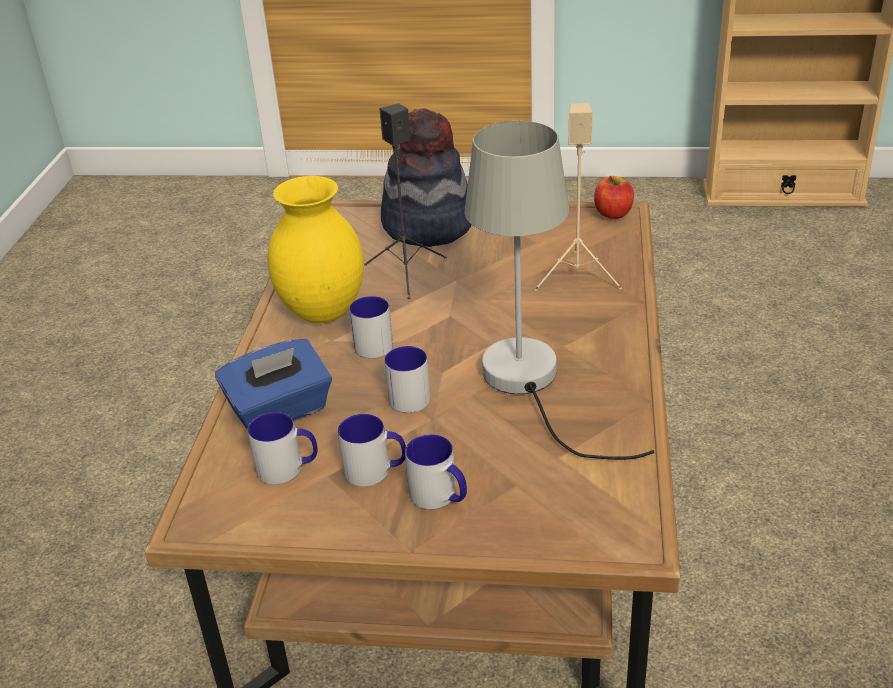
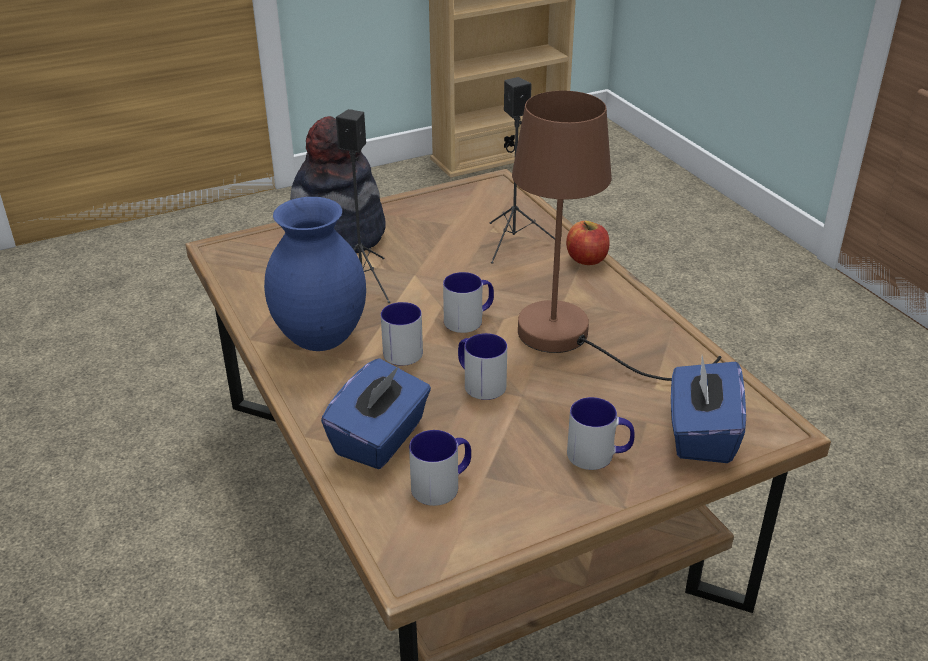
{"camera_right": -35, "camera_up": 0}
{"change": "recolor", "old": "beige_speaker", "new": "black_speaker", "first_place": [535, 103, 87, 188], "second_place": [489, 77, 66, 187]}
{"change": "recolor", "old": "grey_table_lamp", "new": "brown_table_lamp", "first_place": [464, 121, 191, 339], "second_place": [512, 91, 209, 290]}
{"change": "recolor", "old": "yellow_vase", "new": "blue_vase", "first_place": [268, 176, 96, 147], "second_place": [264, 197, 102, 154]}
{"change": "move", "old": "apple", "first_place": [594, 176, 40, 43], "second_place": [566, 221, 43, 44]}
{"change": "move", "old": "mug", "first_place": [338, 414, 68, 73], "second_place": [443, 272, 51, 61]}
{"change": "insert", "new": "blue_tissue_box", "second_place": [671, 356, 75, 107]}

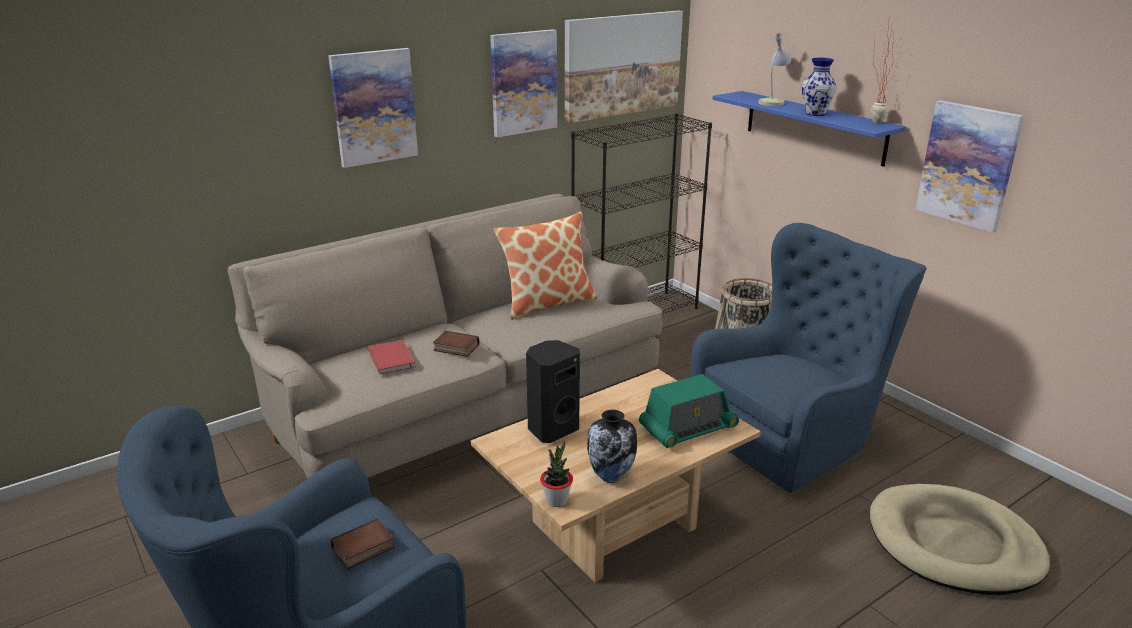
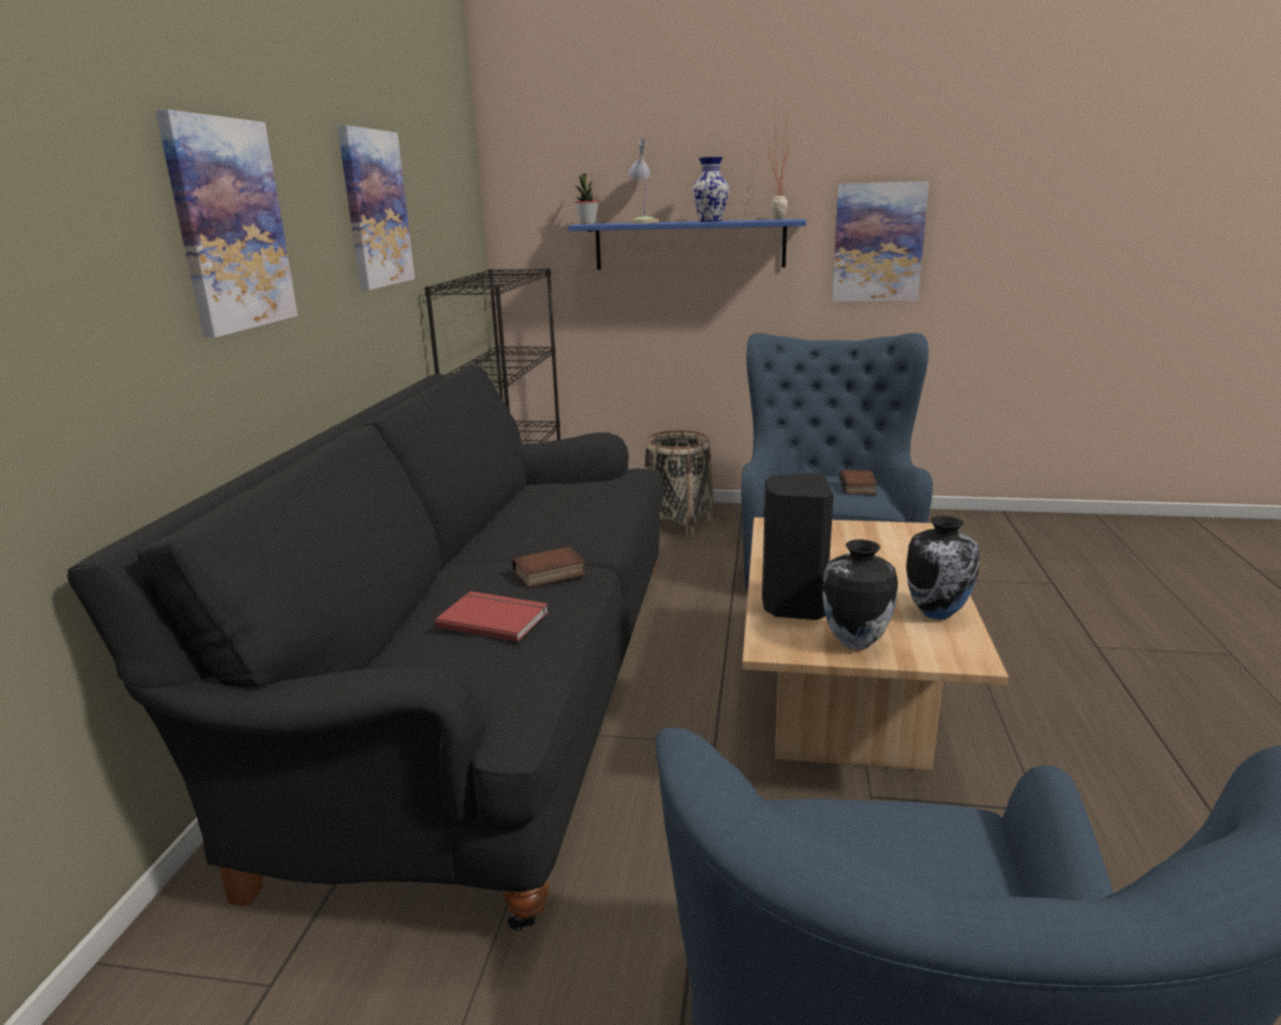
{"camera_right": -45, "camera_up": -5}
{"change": "delete", "old": "picture", "first_place": [565, 10, 118, 113]}
{"change": "recolor", "old": "beige_sofa", "new": "black_sofa", "first_place": [228, 194, 434, 284], "second_place": [67, 366, 596, 565]}
{"change": "delete", "old": "pillow", "first_place": [494, 211, 103, 109]}
{"change": "delete", "old": "radio", "first_place": [639, 374, 100, 74]}
{"change": "move", "old": "potted_plant", "first_place": [540, 441, 33, 66], "second_place": [574, 173, 25, 51]}
{"change": "delete", "old": "beige_dog_bed", "first_place": [870, 484, 180, 111]}
{"change": "move", "old": "book", "first_place": [331, 519, 64, 50], "second_place": [839, 470, 38, 25]}
{"change": "insert", "new": "vase", "second_place": [822, 539, 76, 111]}

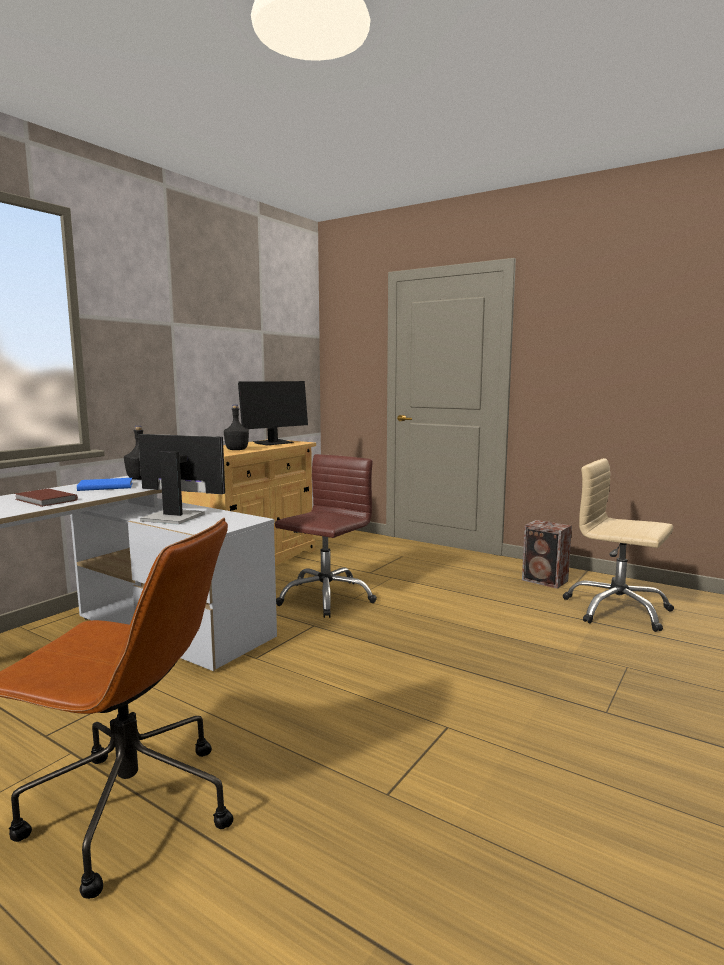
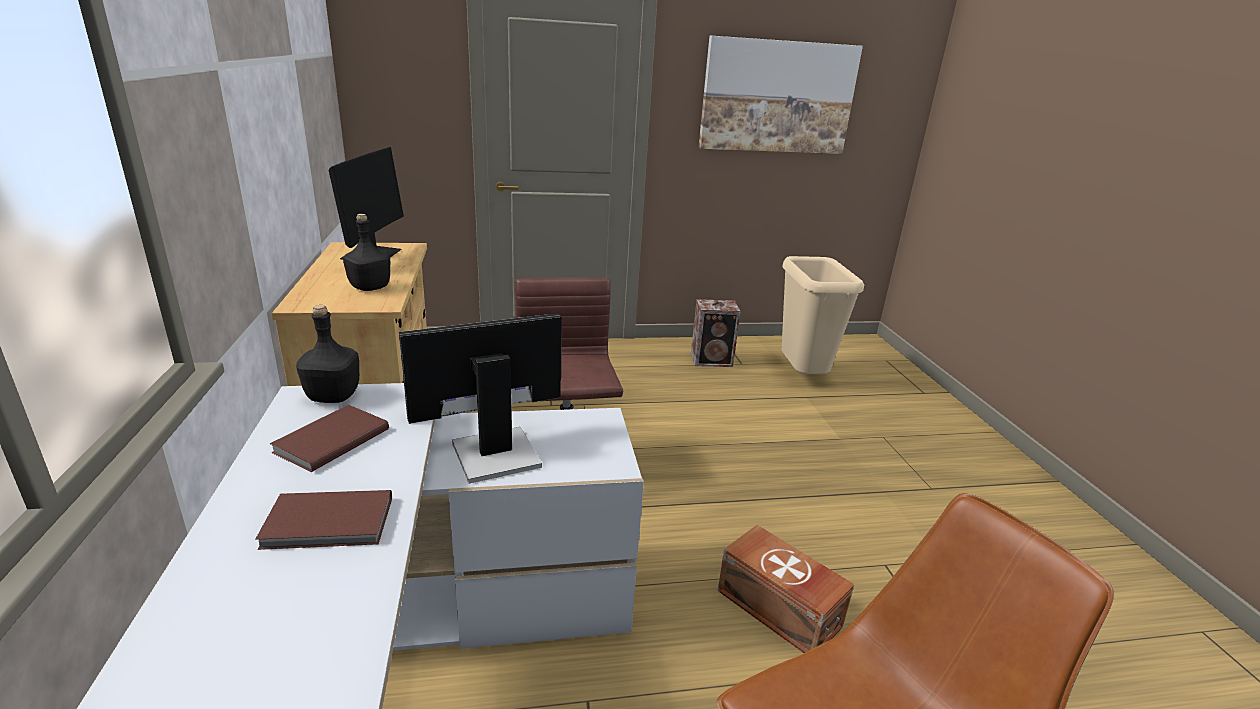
{"camera_right": -45, "camera_up": 15}
{"change": "replace", "old": "beige_office_chair", "new": "beige_trash_can", "first_place": [563, 458, 111, 174], "second_place": [782, 256, 82, 118]}
{"change": "recolor", "old": "blue_book", "new": "brown_book", "first_place": [77, 478, 56, 13], "second_place": [270, 405, 119, 67]}
{"change": "insert", "new": "picture", "second_place": [698, 36, 165, 118]}
{"change": "insert", "new": "brown_storage_box", "second_place": [718, 525, 136, 128]}

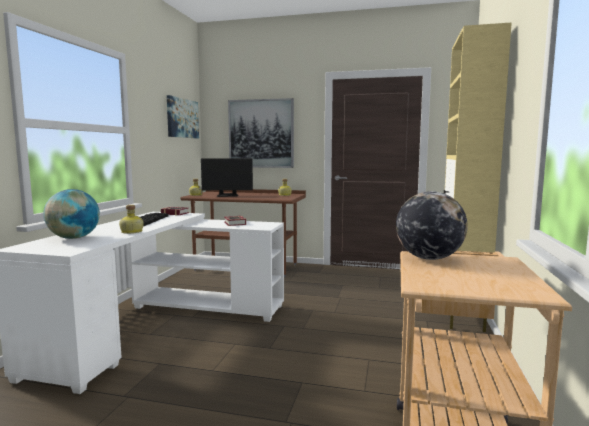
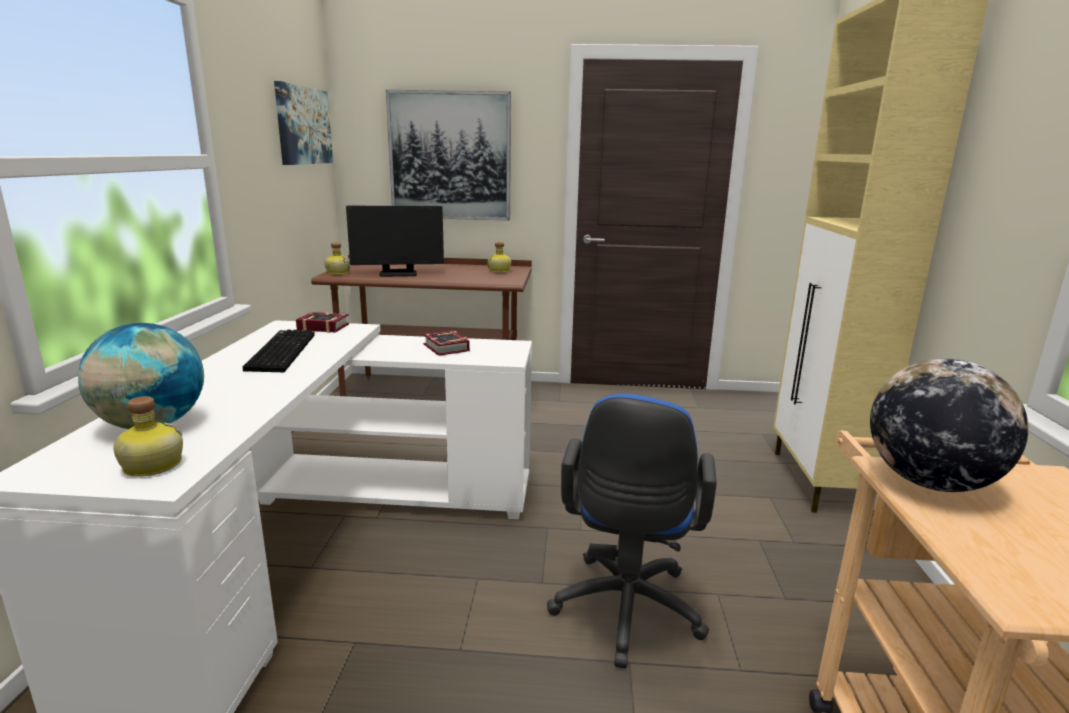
{"camera_right": -10, "camera_up": 10}
{"change": "move", "old": "bottle", "first_place": [119, 205, 25, 29], "second_place": [113, 396, 70, 81]}
{"change": "insert", "new": "blue_office_chair", "second_place": [547, 394, 170, 275]}

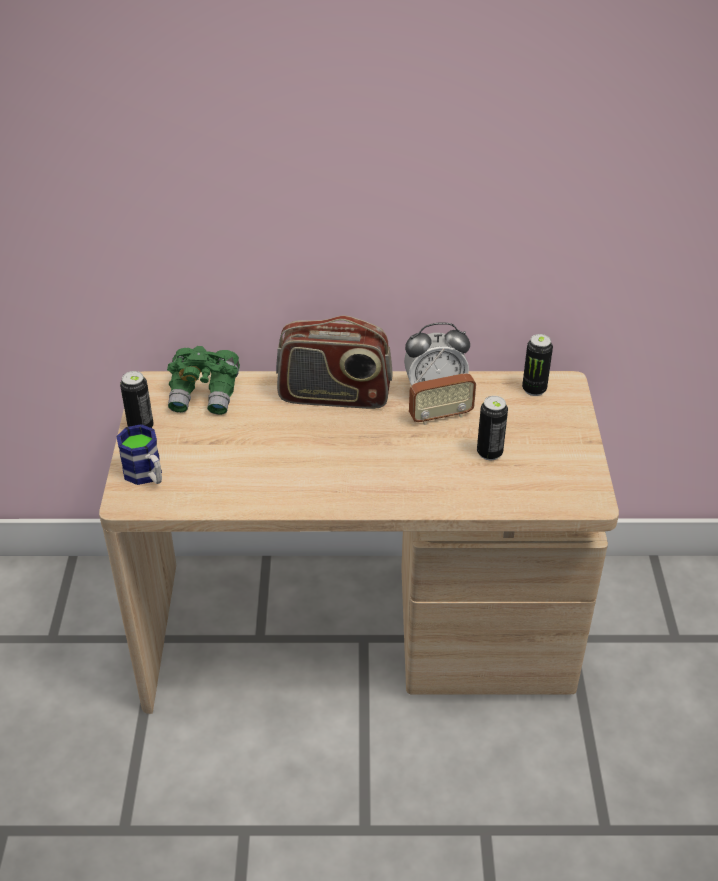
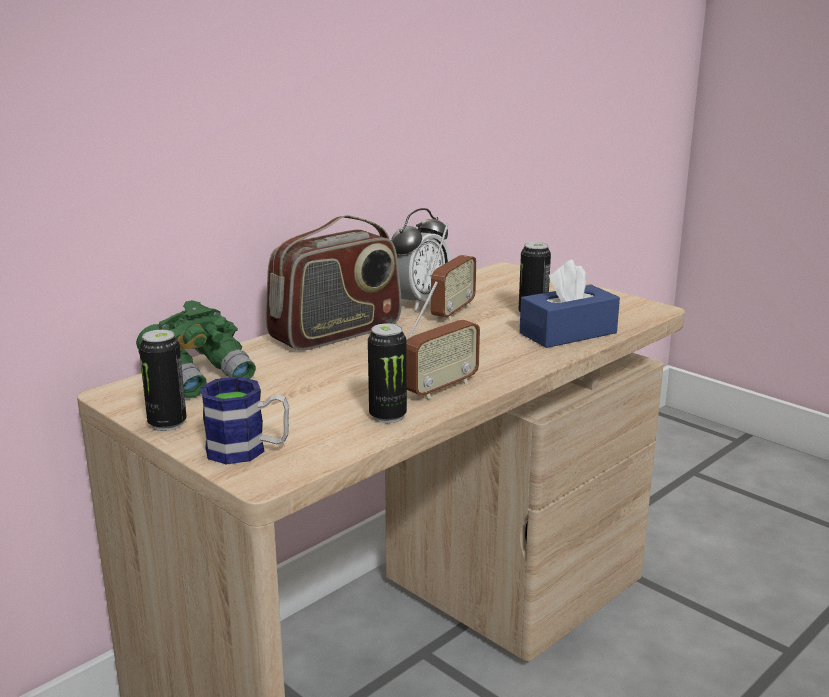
{"camera_right": -45, "camera_up": -20}
{"change": "move", "old": "can", "first_place": [522, 334, 31, 62], "second_place": [368, 323, 39, 100]}
{"change": "insert", "new": "blue_tissue_box", "second_place": [519, 260, 101, 88]}
{"change": "insert", "new": "radio", "second_place": [406, 281, 74, 119]}

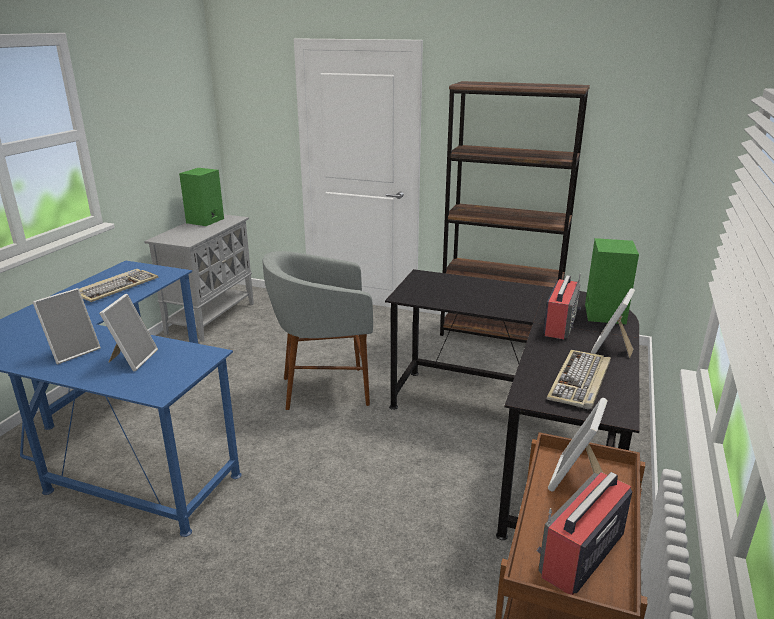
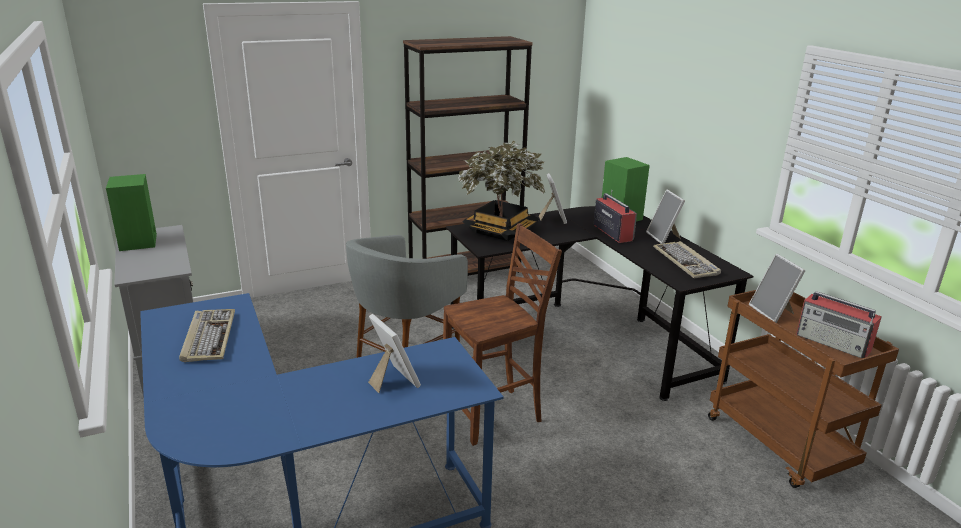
{"camera_right": -45, "camera_up": 0}
{"change": "move", "old": "picture_frame", "first_place": [33, 288, 68, 76], "second_place": [539, 173, 28, 51]}
{"change": "rotate", "old": "radio", "first_place": [537, 472, 95, 123], "second_place": [796, 291, 86, 67], "degrees": -45}
{"change": "insert", "new": "potted_plant", "second_place": [458, 141, 87, 100]}
{"change": "insert", "new": "brown_chair", "second_place": [443, 224, 119, 222]}

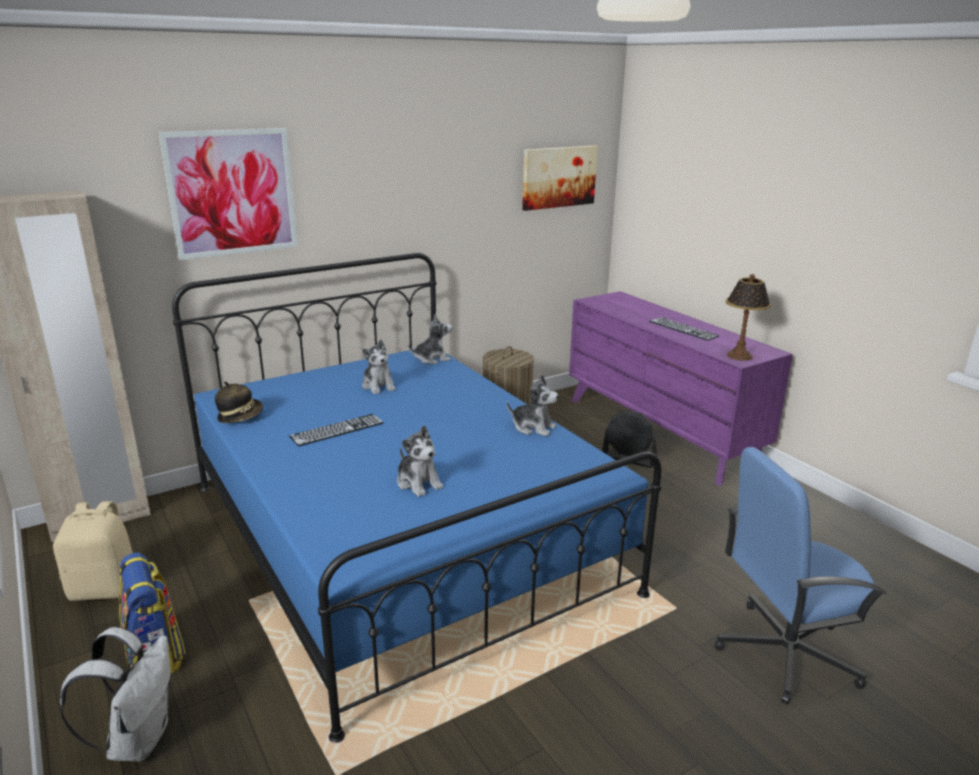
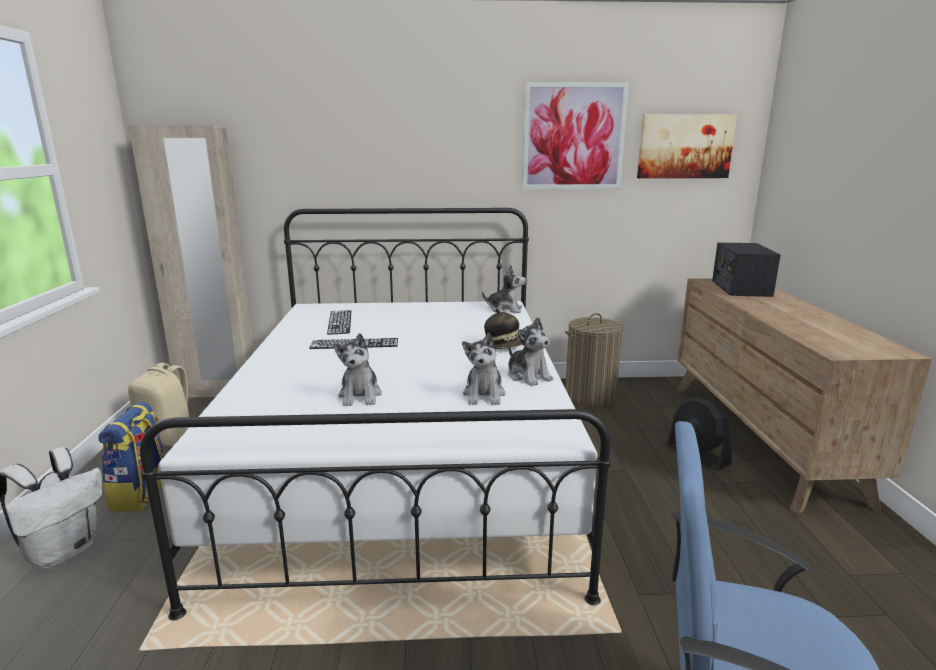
{"camera_right": 30, "camera_up": -5}
{"change": "move", "old": "picture", "first_place": [158, 128, 140, 132], "second_place": [522, 82, 107, 107]}
{"change": "recolor", "old": "blue_bed", "new": "white_bed", "first_place": [172, 253, 489, 490], "second_place": [140, 208, 471, 412]}
{"change": "delete", "old": "table_lamp", "first_place": [726, 274, 45, 87]}
{"change": "recolor", "old": "purple_dresser", "new": "brown_dresser", "first_place": [569, 291, 224, 195], "second_place": [677, 278, 255, 236]}
{"change": "move", "old": "keyboard", "first_place": [649, 317, 70, 24], "second_place": [327, 310, 24, 25]}
{"change": "move", "old": "plush_toy", "first_place": [362, 339, 34, 55], "second_place": [462, 333, 44, 72]}
{"change": "move", "old": "hat", "first_place": [215, 381, 48, 42], "second_place": [484, 309, 39, 40]}
{"change": "insert", "new": "radio", "second_place": [712, 242, 69, 55]}

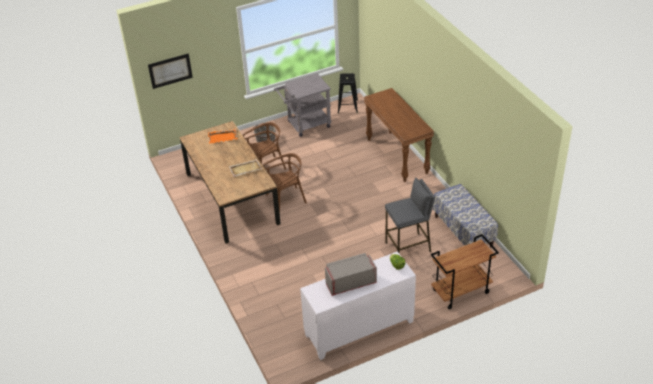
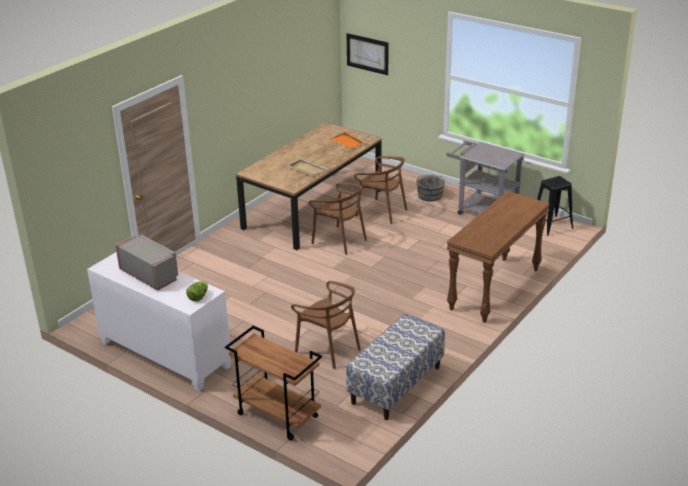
{"camera_right": 60, "camera_up": -10}
{"change": "replace", "old": "grey_stool", "new": "brown_chair", "first_place": [385, 177, 50, 76], "second_place": [291, 281, 70, 88]}

